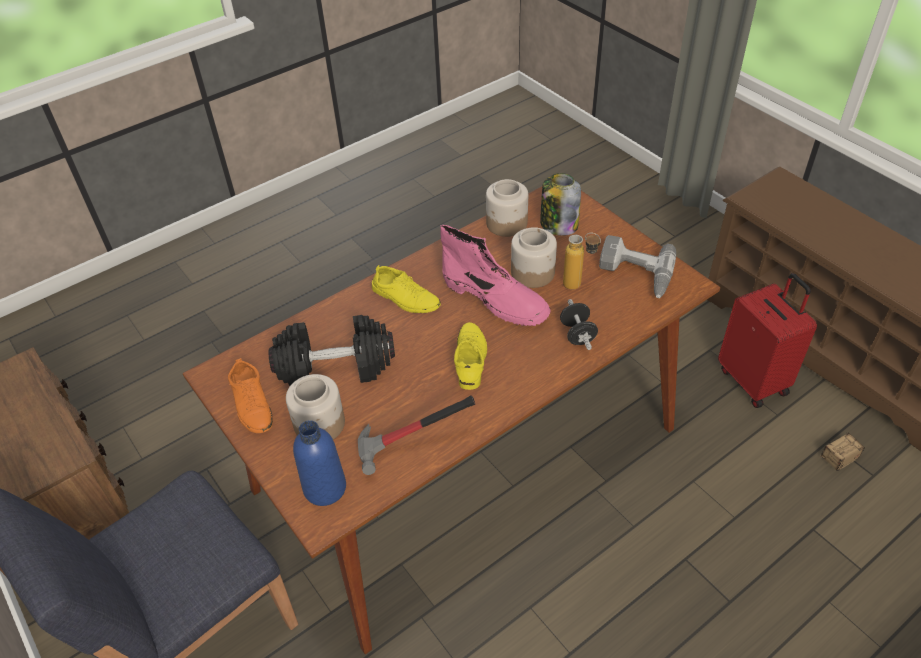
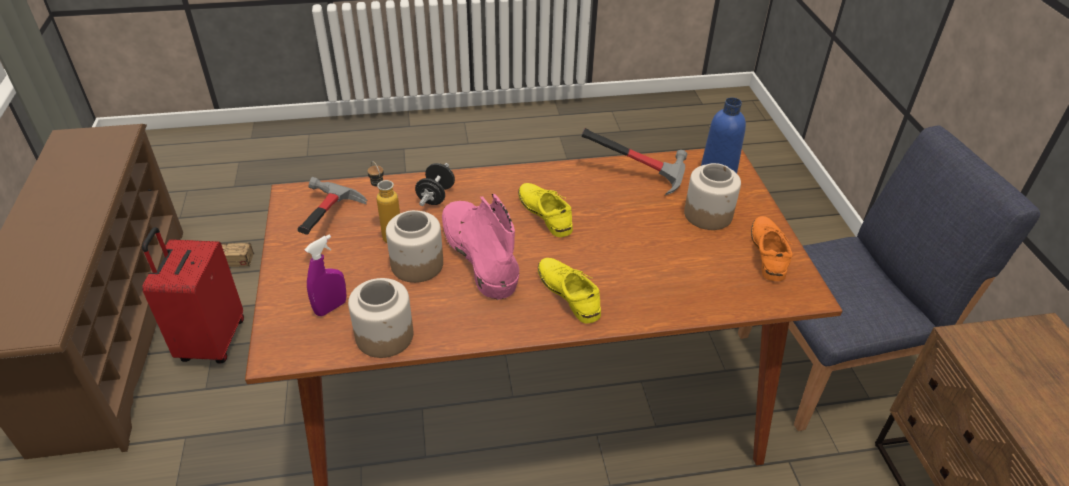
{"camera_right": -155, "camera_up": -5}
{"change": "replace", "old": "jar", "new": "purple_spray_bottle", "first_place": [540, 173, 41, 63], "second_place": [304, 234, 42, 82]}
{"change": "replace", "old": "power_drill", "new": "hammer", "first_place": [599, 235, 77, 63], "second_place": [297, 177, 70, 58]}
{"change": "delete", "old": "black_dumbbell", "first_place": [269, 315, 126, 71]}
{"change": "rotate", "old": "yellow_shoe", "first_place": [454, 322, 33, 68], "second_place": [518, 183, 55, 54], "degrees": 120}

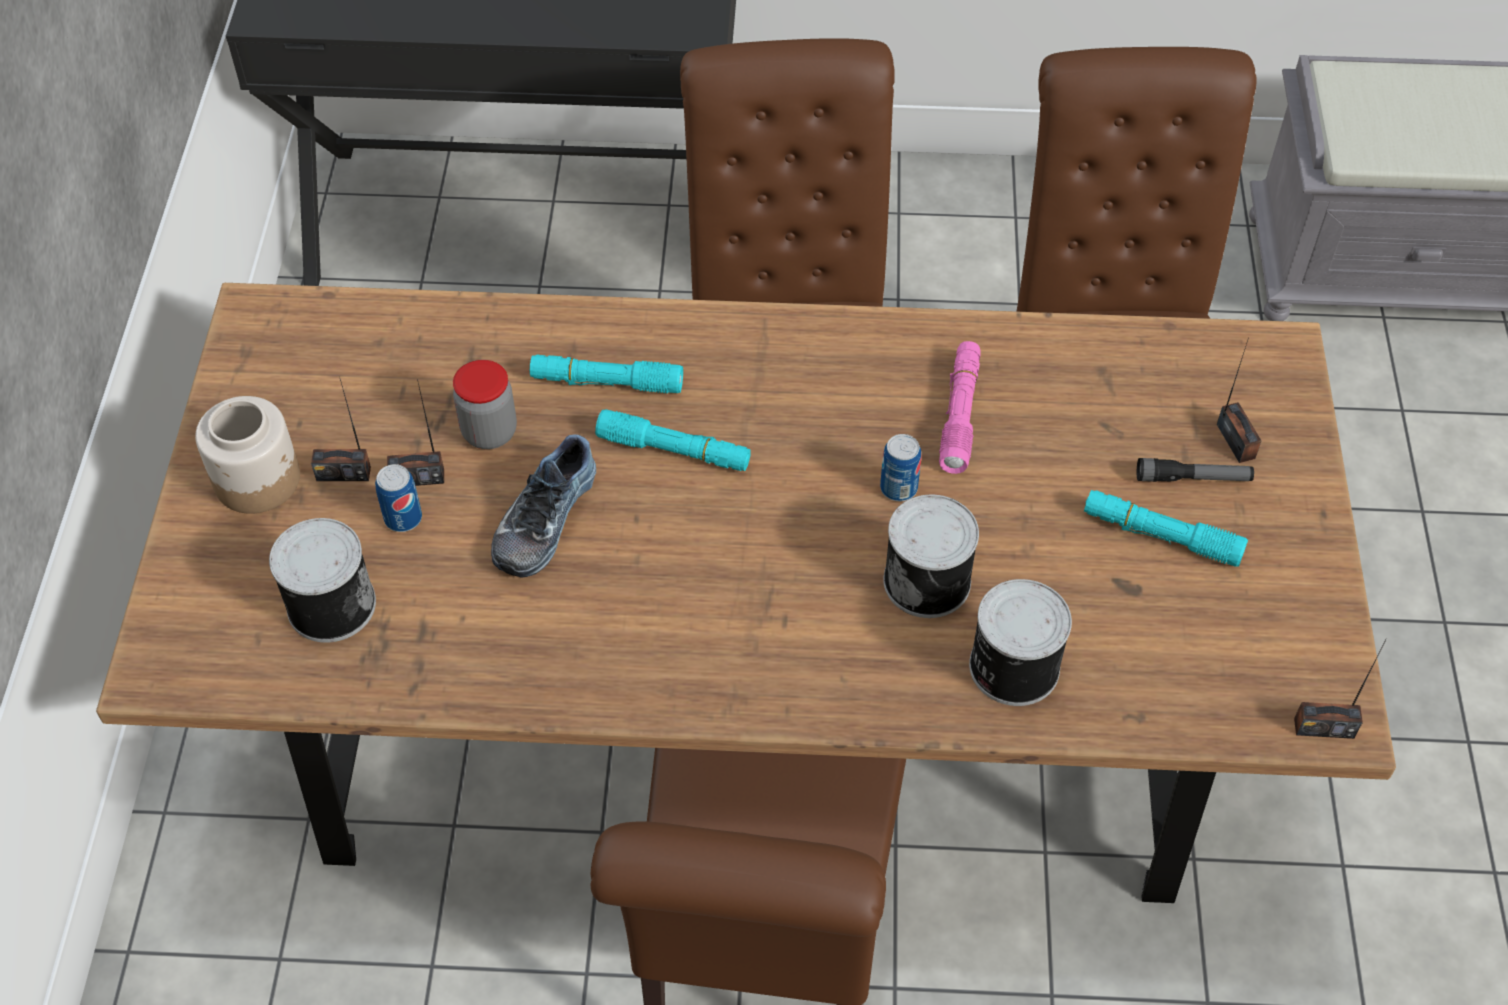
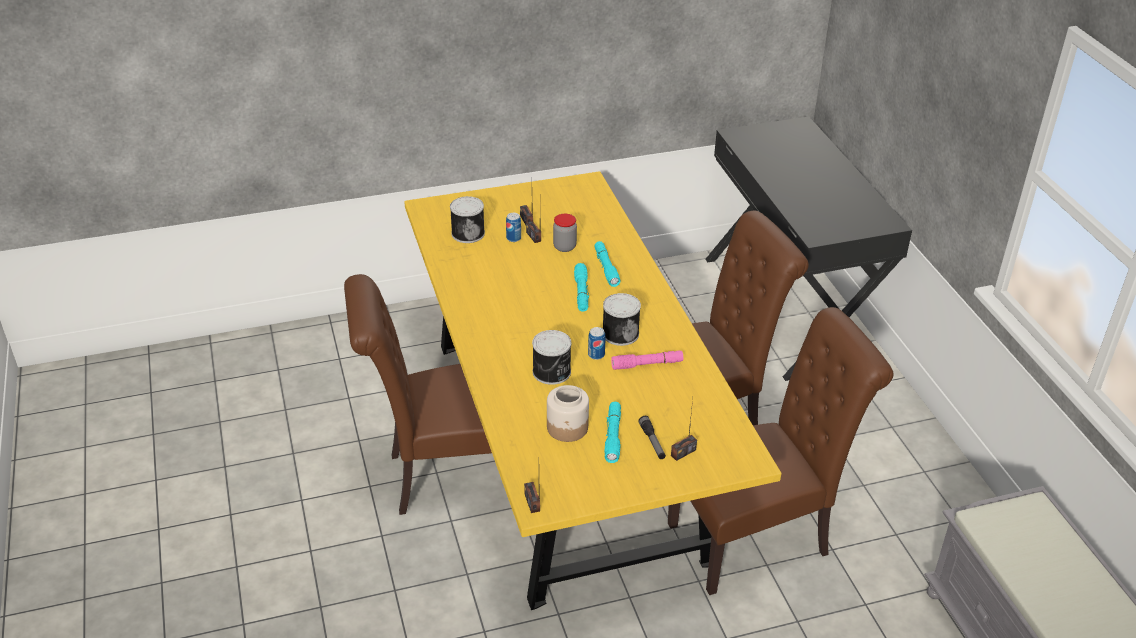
{"camera_right": 70, "camera_up": -15}
{"change": "recolor", "old": "brown_dining_table", "new": "yellow_dining_table", "first_place": [96, 283, 1300, 620], "second_place": [404, 171, 377, 439]}
{"change": "move", "old": "jar", "first_place": [195, 396, 105, 118], "second_place": [547, 385, 42, 57]}
{"change": "delete", "old": "shoe", "first_place": [491, 434, 105, 144]}
{"change": "move", "old": "can", "first_place": [969, 579, 103, 127], "second_place": [603, 293, 38, 53]}

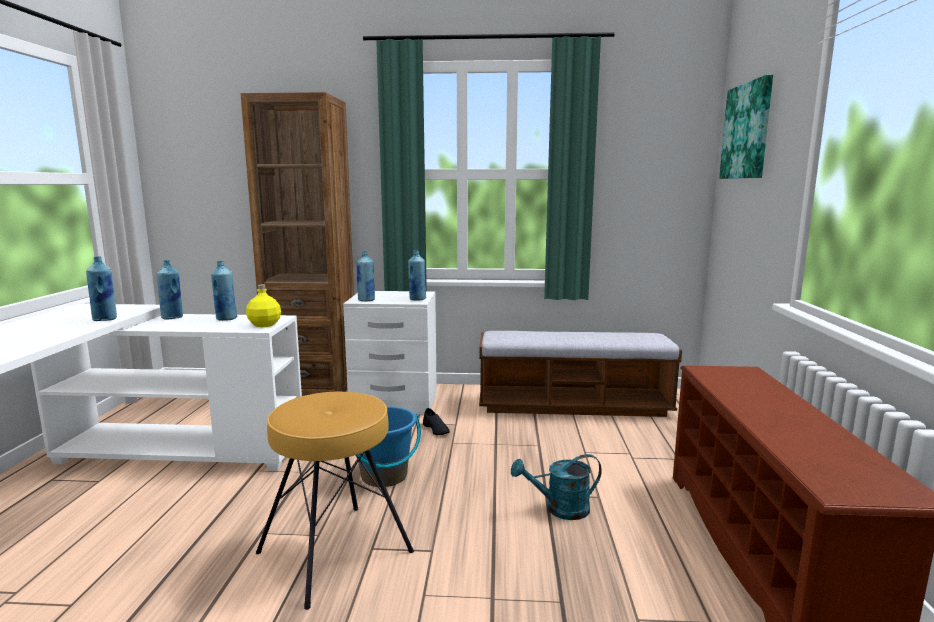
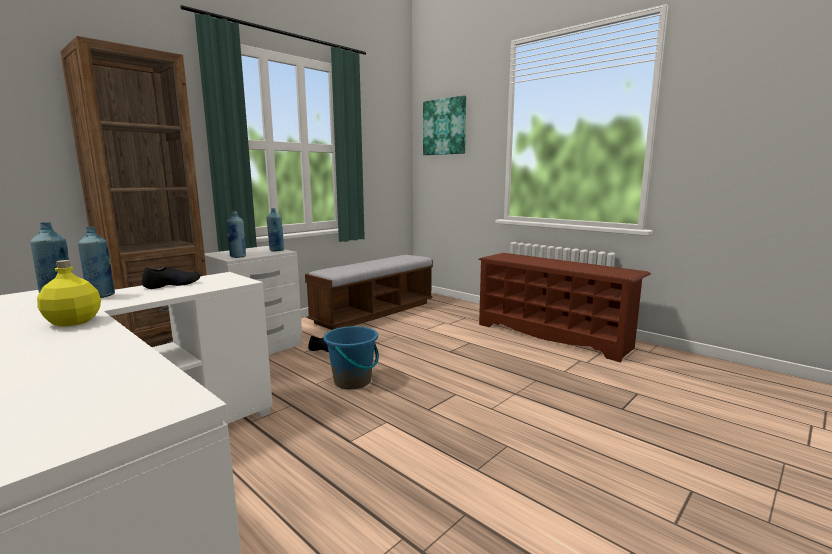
{"camera_right": -50, "camera_up": 0}
{"change": "replace", "old": "blue_bottle", "new": "black_shoe", "first_place": [211, 261, 26, 60], "second_place": [142, 267, 59, 22]}
{"change": "move", "old": "yellow_bottle", "first_place": [246, 284, 35, 43], "second_place": [37, 260, 64, 67]}
{"change": "delete", "old": "brown_stool", "first_place": [256, 392, 158, 218]}
{"change": "delete", "old": "turquoise_watering_can", "first_place": [511, 454, 91, 66]}

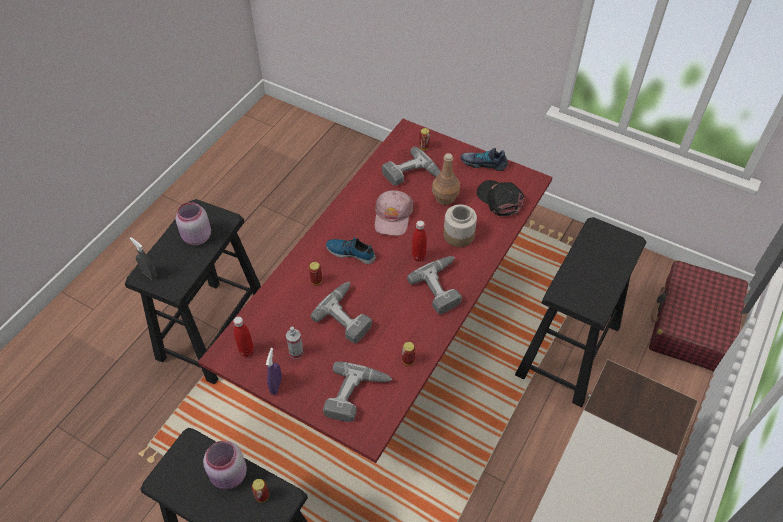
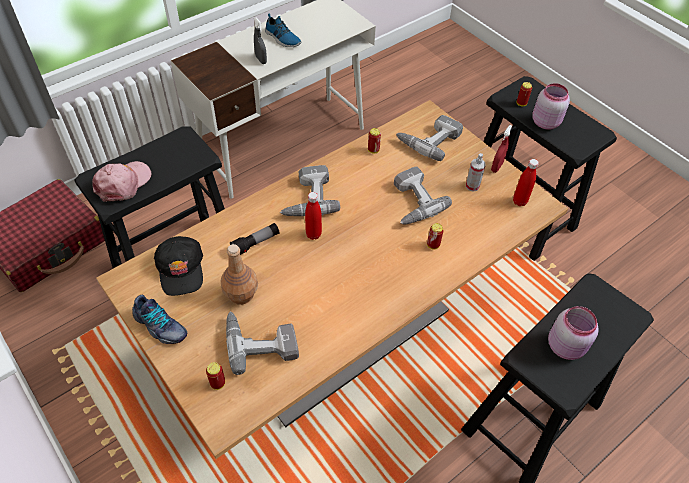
{"camera_right": -160, "camera_up": 0}
{"change": "recolor", "old": "red_dining_table", "new": "beige_dining_table", "first_place": [198, 119, 354, 344], "second_place": [96, 100, 472, 359]}
{"change": "move", "old": "pink_cap", "first_place": [375, 190, 38, 46], "second_place": [92, 161, 59, 41]}
{"change": "replace", "old": "jar", "new": "flashlight", "first_place": [443, 205, 34, 42], "second_place": [230, 223, 50, 32]}
{"change": "move", "old": "grey_spray_bottle", "first_place": [130, 237, 27, 43], "second_place": [254, 17, 13, 47]}
{"change": "move", "old": "shoe", "first_place": [326, 237, 50, 27], "second_place": [265, 14, 37, 33]}
{"change": "recolor", "old": "purple_spray_bottle", "new": "red_spray_bottle", "first_place": [266, 348, 16, 47], "second_place": [491, 125, 21, 48]}

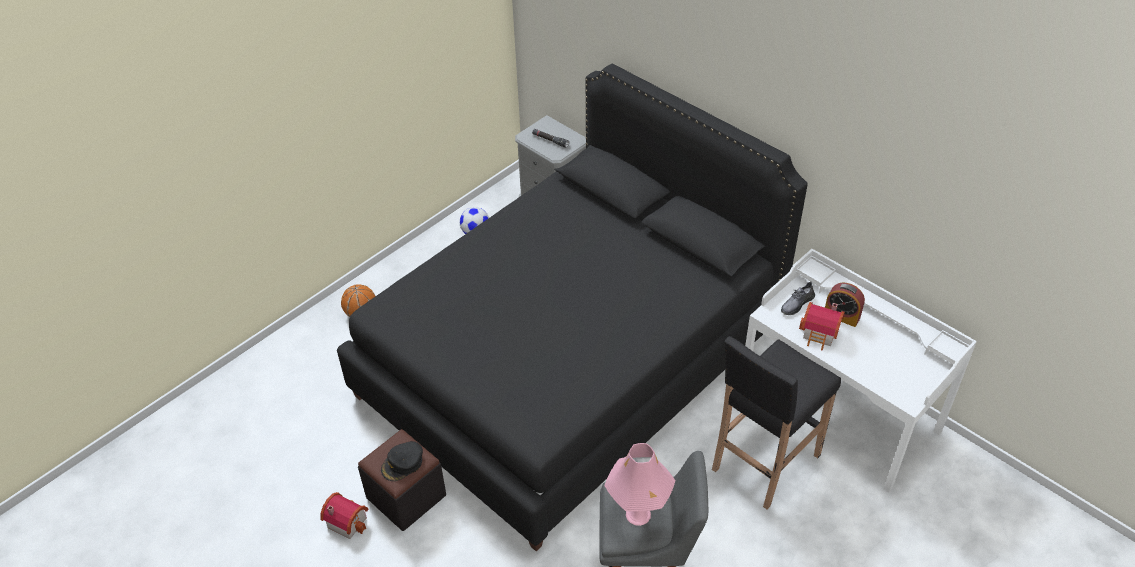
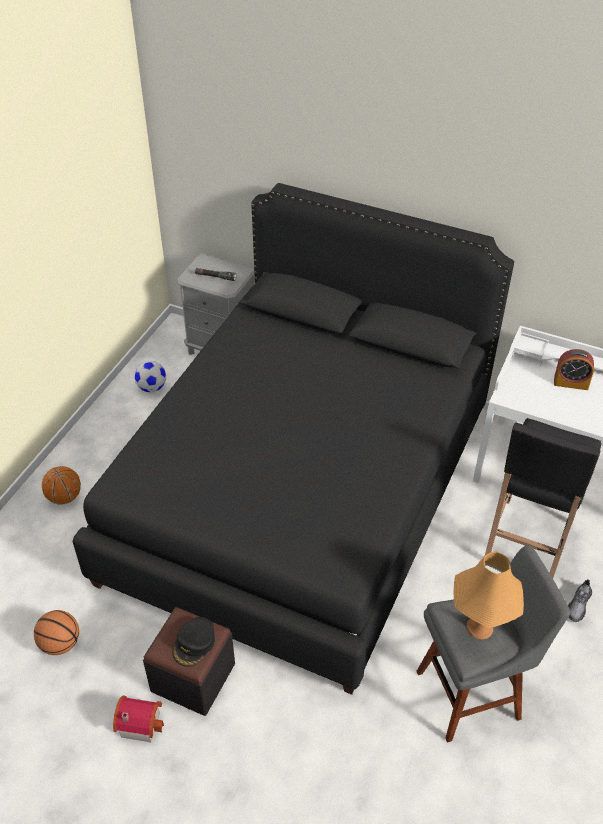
{"camera_right": -20, "camera_up": 0}
{"change": "move", "old": "grey_shoe", "first_place": [781, 281, 34, 34], "second_place": [568, 579, 24, 43]}
{"change": "delete", "old": "toy_house", "first_place": [799, 302, 46, 48]}
{"change": "recolor", "old": "pink_table_lamp", "new": "orange_table_lamp", "first_place": [604, 443, 72, 83], "second_place": [454, 551, 70, 88]}
{"change": "insert", "new": "basketball", "second_place": [34, 610, 45, 45]}

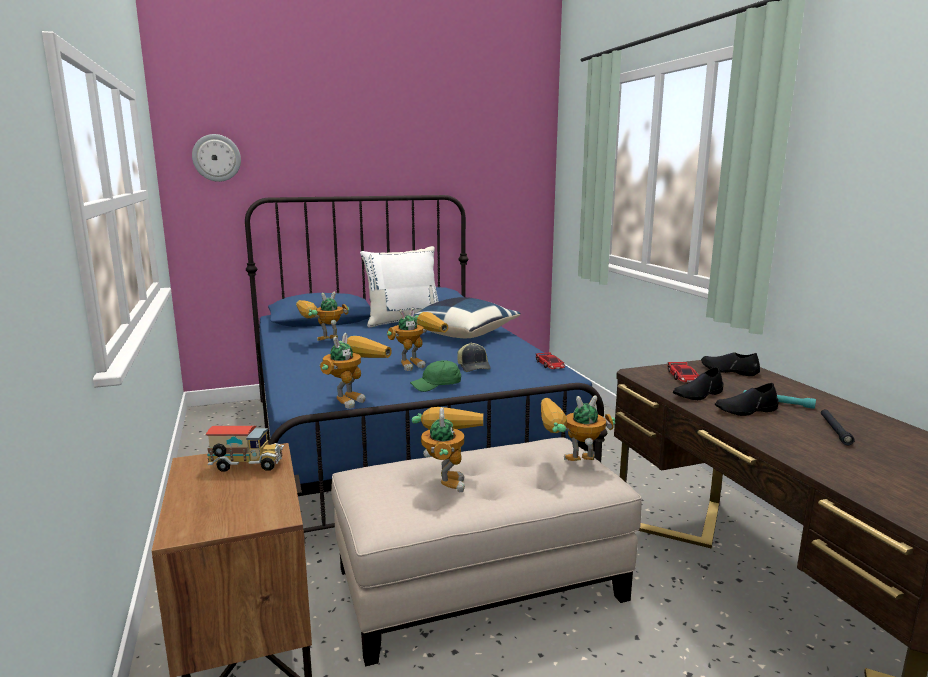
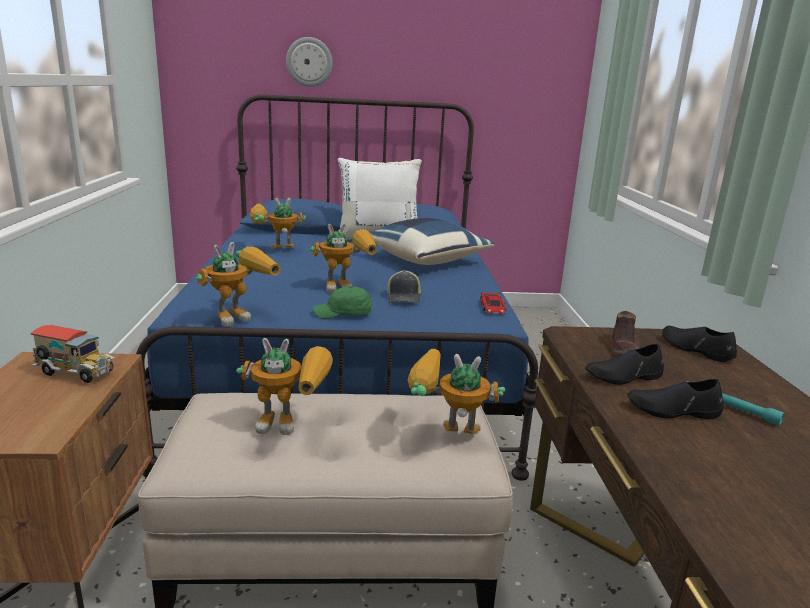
{"camera_right": 15, "camera_up": 5}
{"change": "move", "old": "wall_clock", "first_place": [192, 134, 49, 48], "second_place": [286, 37, 47, 50]}
{"change": "replace", "old": "toy_car", "new": "brown_shoe", "first_place": [667, 362, 32, 20], "second_place": [612, 311, 28, 44]}
{"change": "rotate", "old": "toy_robot", "first_place": [412, 407, 71, 85], "second_place": [236, 338, 97, 97], "degrees": 75}
{"change": "delete", "old": "black_flashlight", "first_place": [821, 409, 34, 36]}

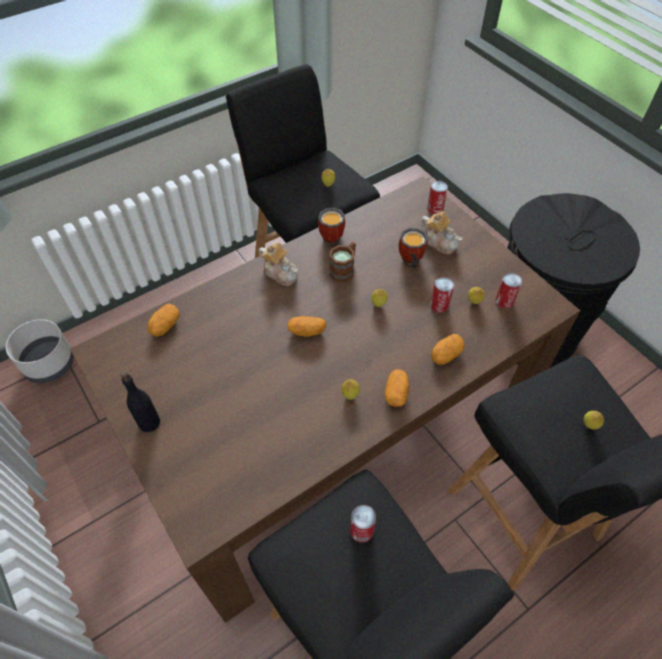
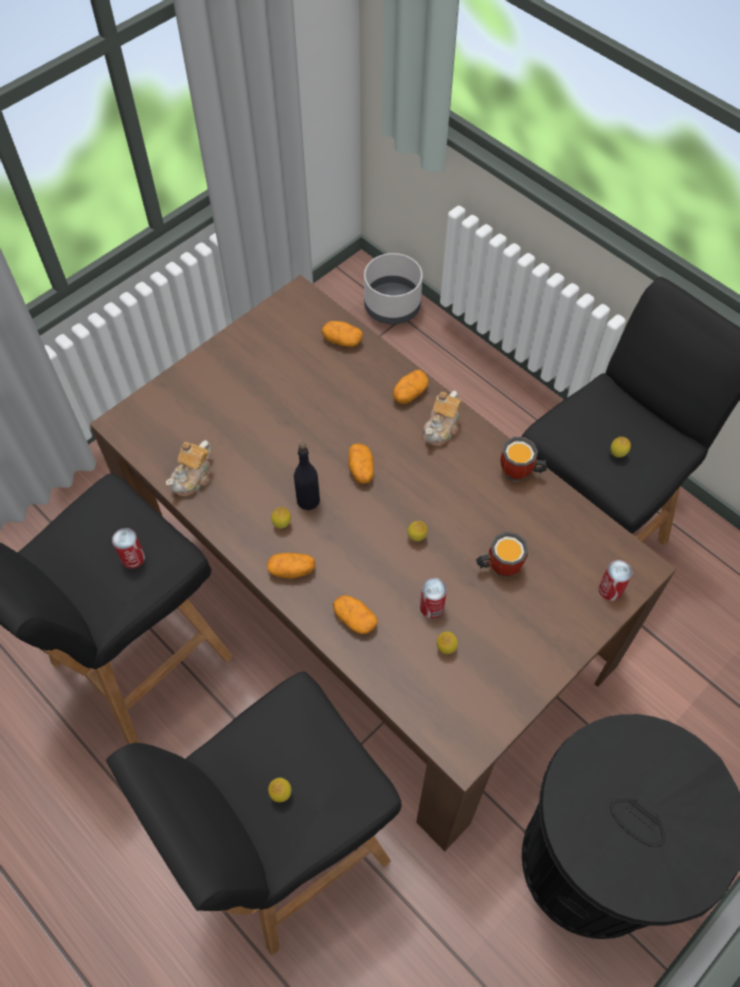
{"camera_right": 80, "camera_up": 5}
{"change": "move", "old": "teapot", "first_place": [421, 211, 41, 43], "second_place": [166, 440, 45, 57]}
{"change": "delete", "old": "brown_mug", "first_place": [329, 242, 27, 41]}
{"change": "delete", "old": "can", "first_place": [495, 273, 27, 35]}
{"change": "move", "old": "black_bottle", "first_place": [121, 371, 39, 61], "second_place": [294, 443, 26, 67]}
{"change": "insert", "new": "potato", "second_place": [393, 370, 36, 34]}

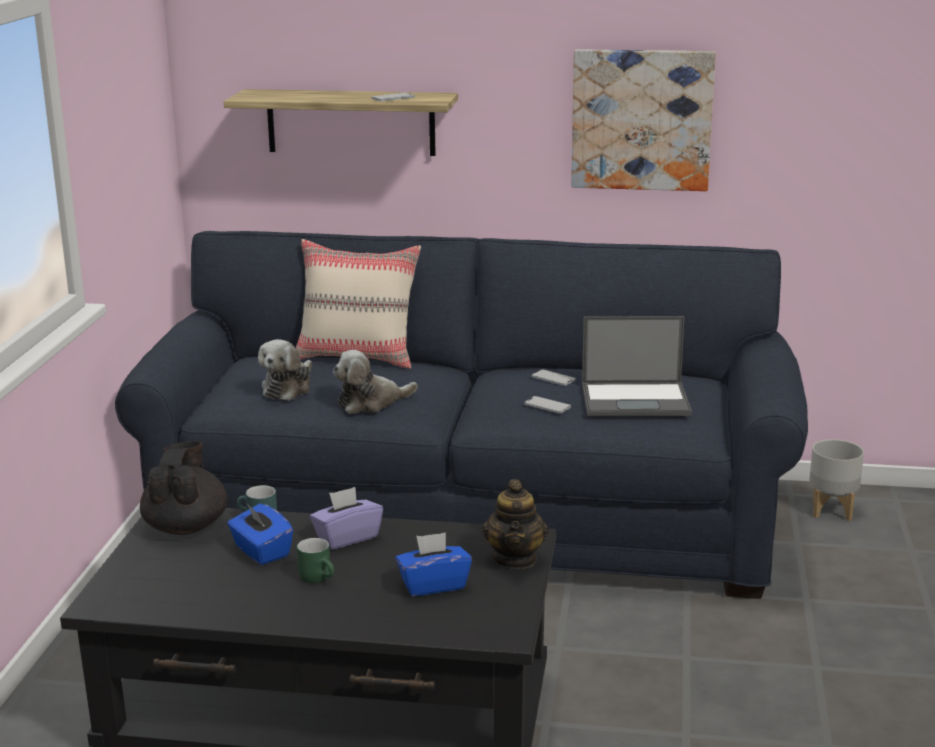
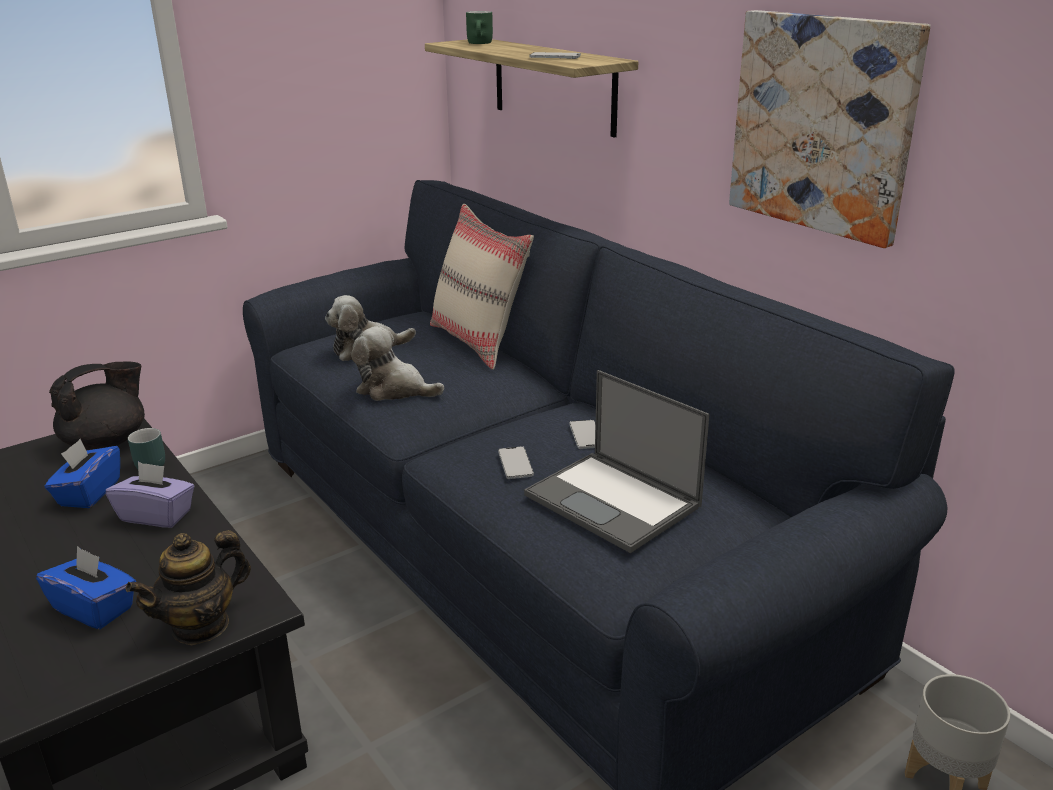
{"camera_right": 45, "camera_up": 5}
{"change": "move", "old": "green_mug", "first_place": [297, 538, 37, 45], "second_place": [466, 11, 27, 33]}

